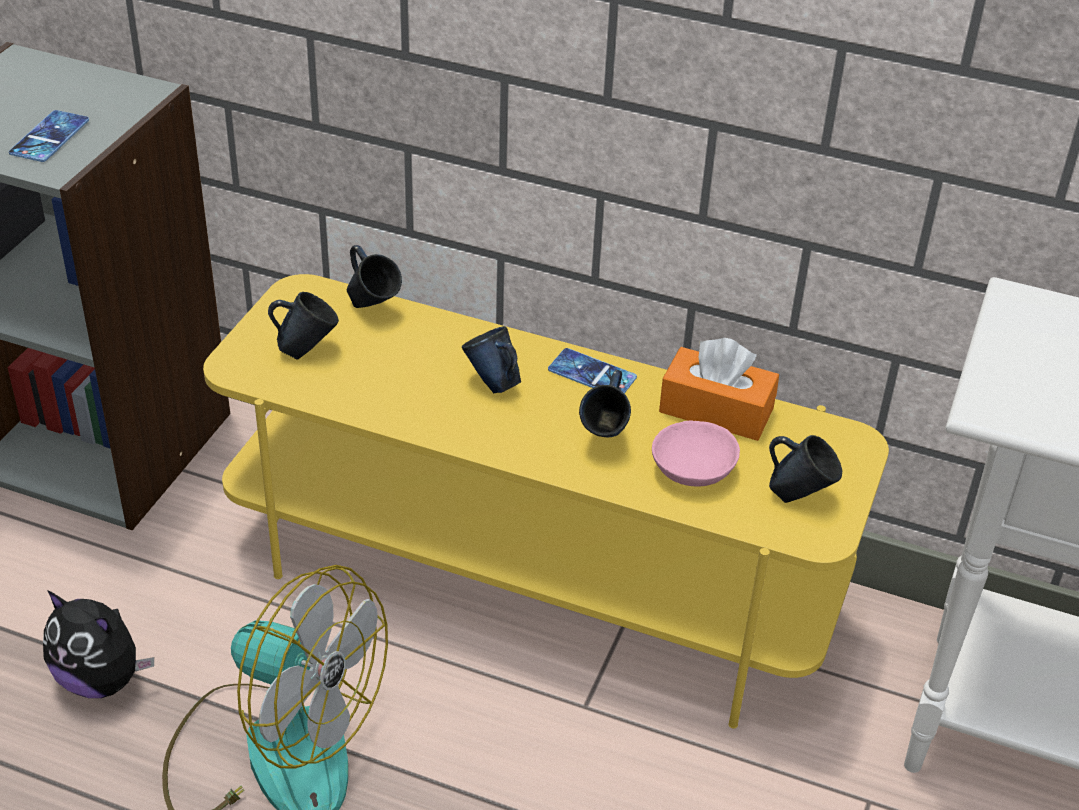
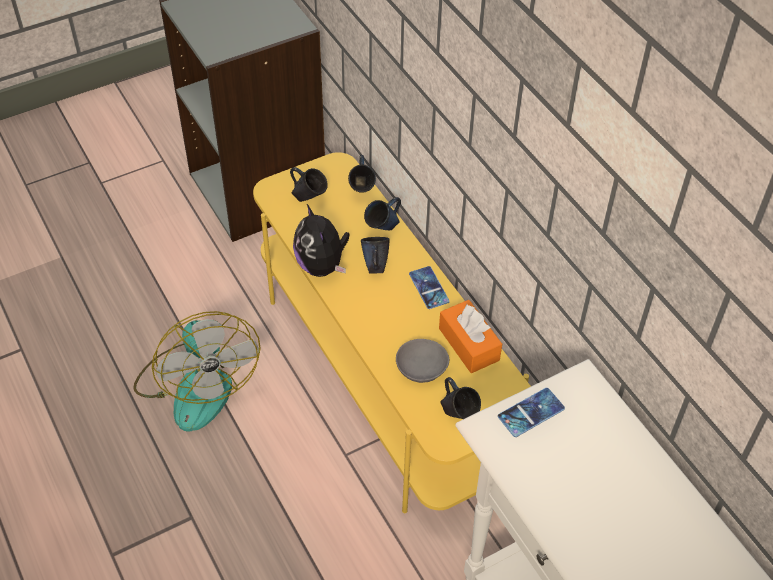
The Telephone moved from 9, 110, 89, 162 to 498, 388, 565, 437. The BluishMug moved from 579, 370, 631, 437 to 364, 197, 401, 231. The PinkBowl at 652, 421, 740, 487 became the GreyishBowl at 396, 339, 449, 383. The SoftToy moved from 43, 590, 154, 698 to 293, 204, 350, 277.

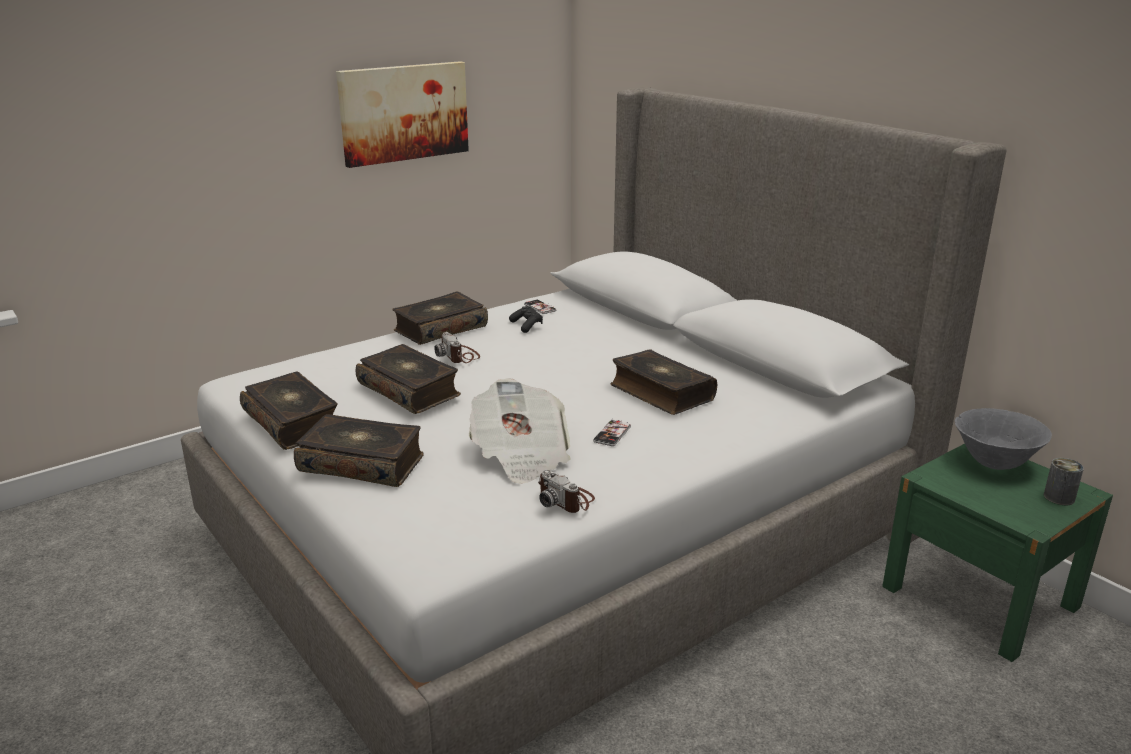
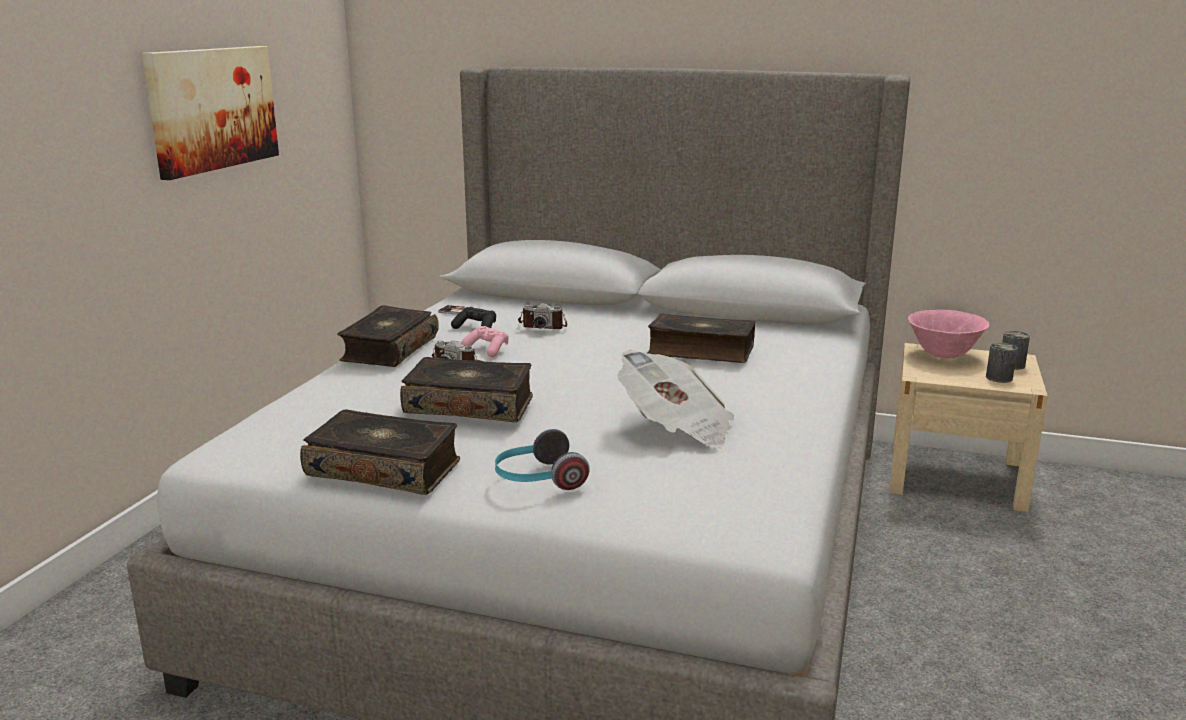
The GreyishBowl at 955, 408, 1052, 470 became the PinkBowl at 908, 310, 989, 358. The Volume at 294, 414, 424, 487 was replaced by the Headphones at 495, 429, 590, 490. The Telephone at 593, 419, 631, 446 disappeared. The GreenishNightTable at 882, 444, 1113, 662 became the SandColouredNightTable at 889, 343, 1048, 512. The PhotoCamera moved from 538, 470, 595, 513 to 518, 303, 567, 329. The PinkJoypad at 461, 326, 509, 357 appeared. The Can at 986, 342, 1017, 383 appeared.

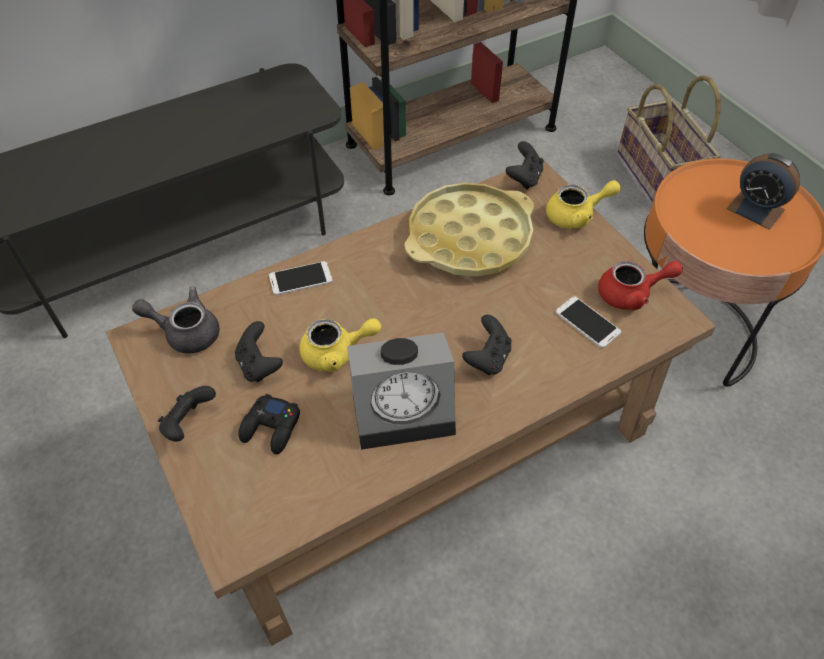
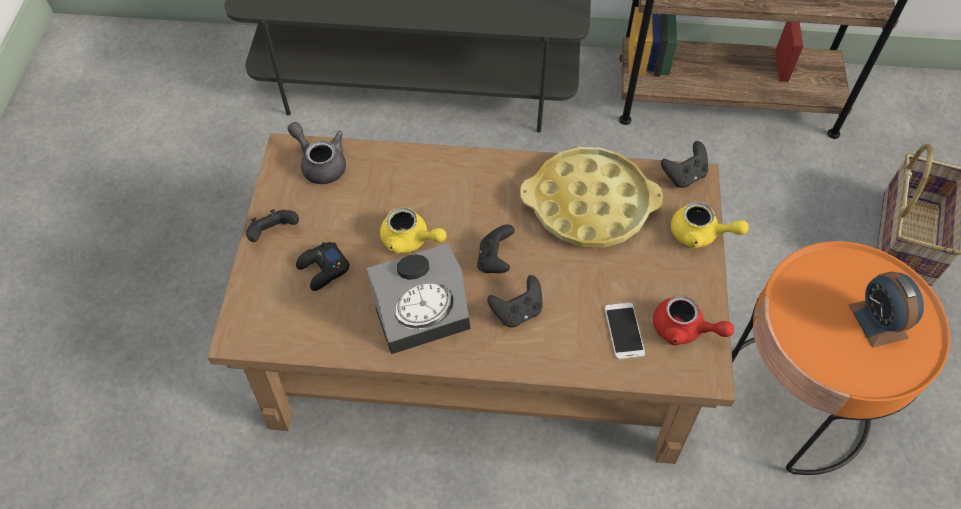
The Telephone at 269, 261, 333, 295 disappeared. The BlackColouredJoypad moved from 235, 321, 283, 382 to 477, 225, 515, 273. The BedsideClock at 347, 333, 456, 450 turned 45 degrees counterclockwise.

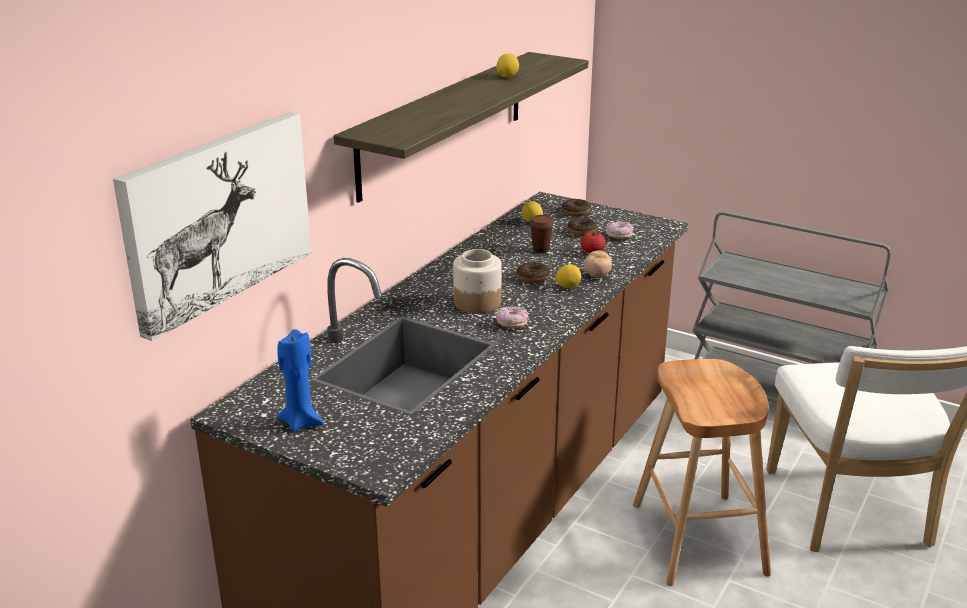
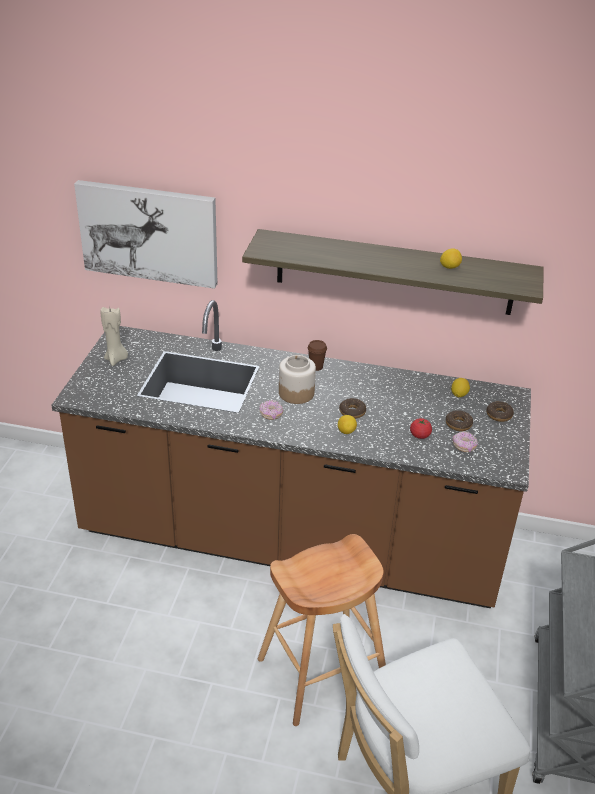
The BrownishSmallCup moved from 529, 215, 554, 253 to 308, 340, 327, 371. The Tomato at 584, 251, 612, 277 disappeared. The BluishWaxCandle at 277, 329, 324, 432 became the SandColouredWaxCandle at 100, 307, 128, 366.

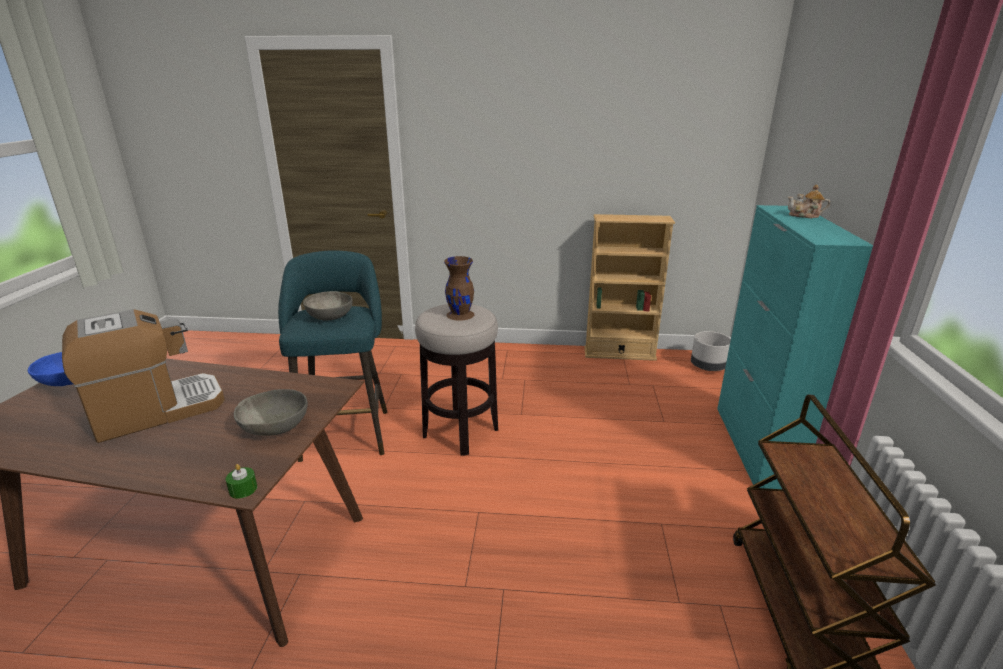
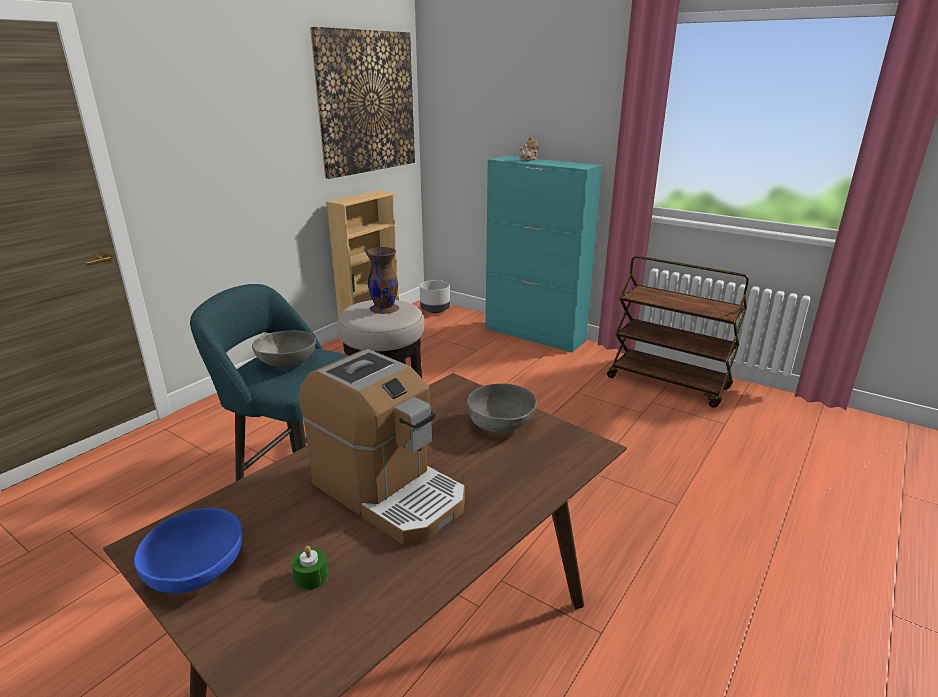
The CoffeeBrewer at 62, 309, 225, 443 turned 135 degrees clockwise. The GreenishWaxCandle moved from 226, 464, 257, 499 to 292, 546, 329, 590. The Picture at 310, 27, 415, 179 appeared.

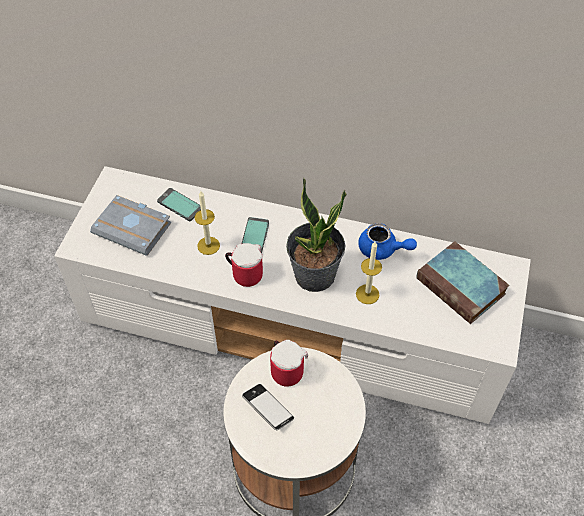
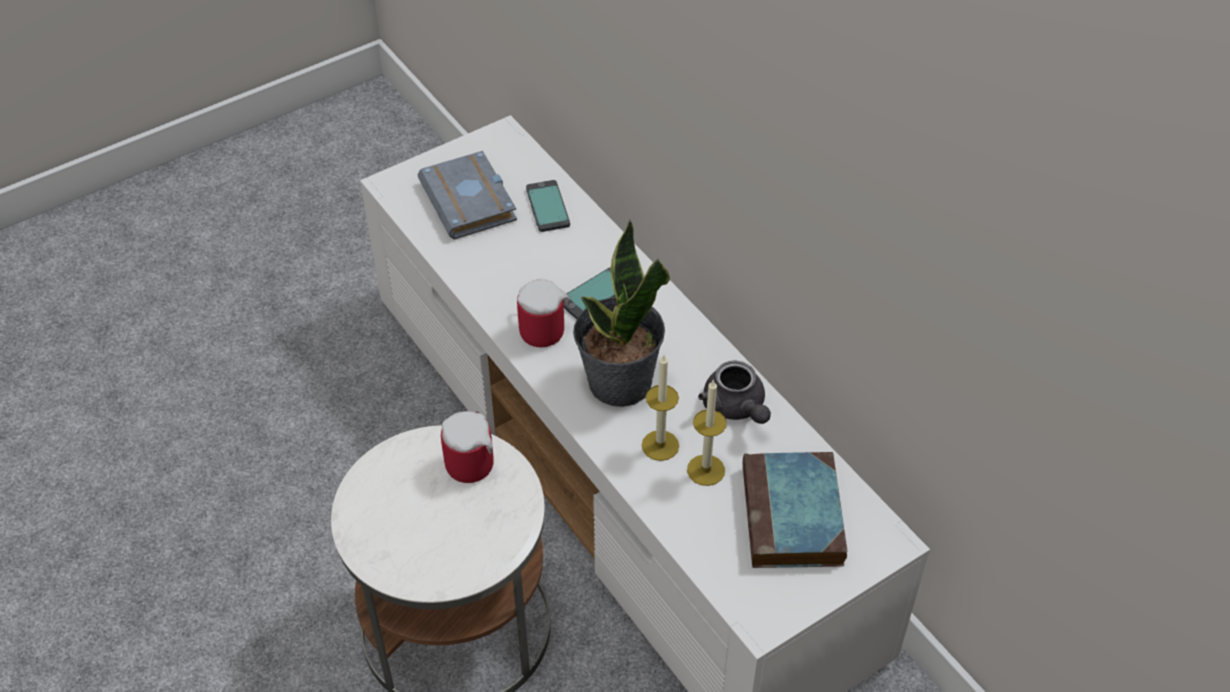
The WaxCandle moved from 195, 191, 220, 255 to 687, 380, 727, 486. The BluishTeaPot at 358, 223, 417, 260 became the GreyishTeaPot at 698, 361, 771, 424. The Telephone at 242, 384, 294, 430 disappeared.

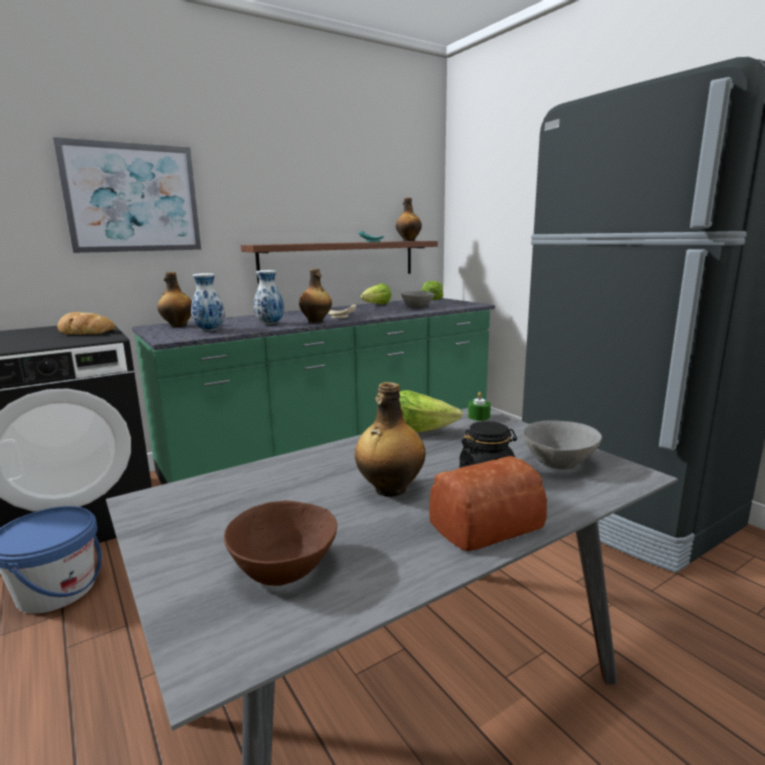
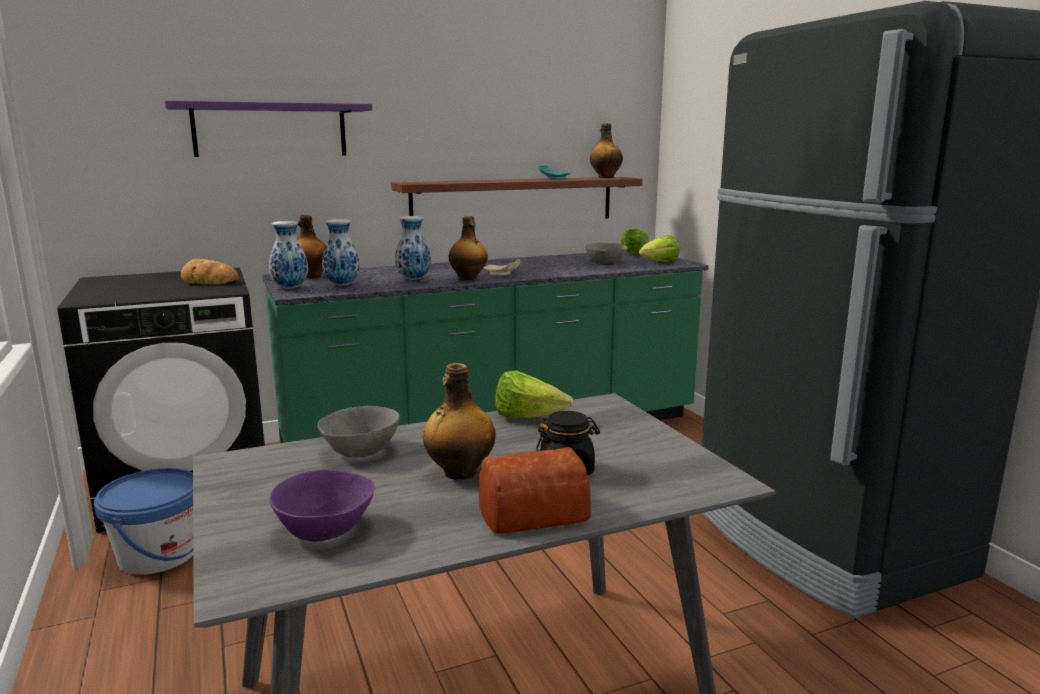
The Picture at 53, 137, 201, 253 was replaced by the PurpleBracketShelf at 165, 101, 373, 157. The LettuceHead moved from 360, 283, 391, 304 to 639, 235, 680, 262. The GreenishWaxCandle at 468, 392, 491, 421 disappeared. The GreyishBowl moved from 522, 420, 602, 470 to 318, 406, 400, 457. The BrownishBowl at 224, 501, 337, 586 became the PurpleBowl at 269, 469, 374, 542. The Vase at 269, 221, 308, 289 appeared.

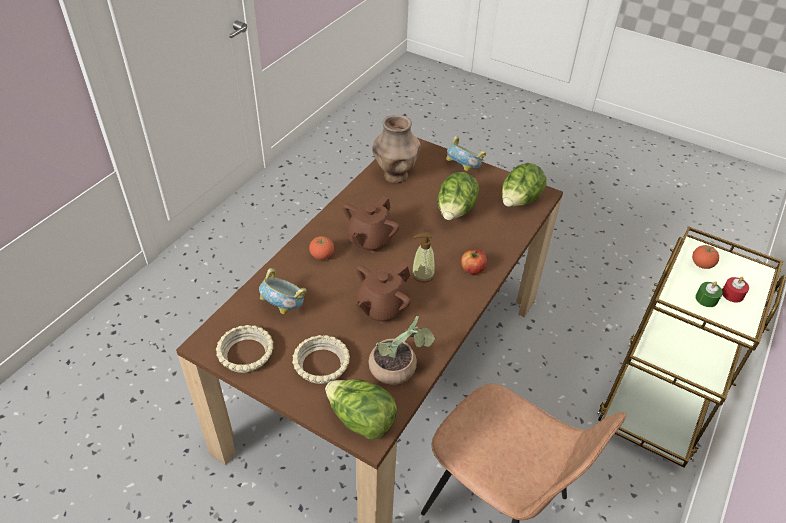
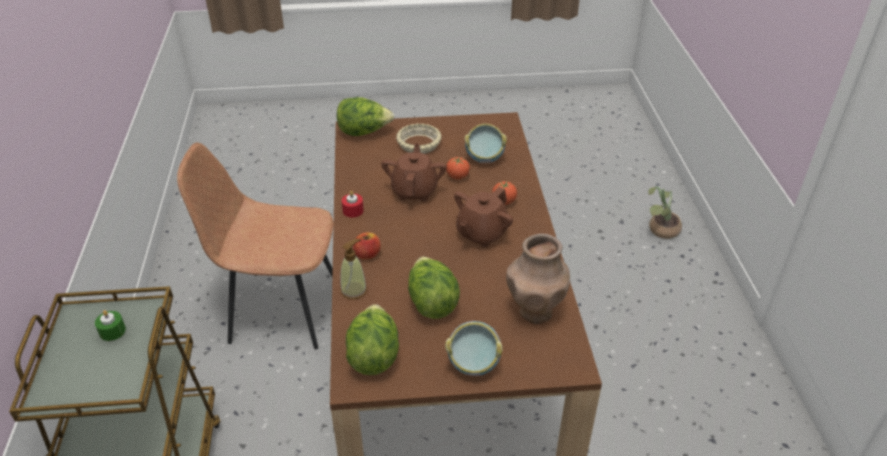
The BrownishTeaPot at 343, 196, 400, 253 turned 135 degrees counterclockwise. The SoapDispenser moved from 412, 232, 435, 282 to 340, 238, 367, 299. The Tomato moved from 692, 245, 719, 269 to 446, 156, 470, 179. The RedColouredWaxCandle moved from 722, 277, 749, 302 to 342, 191, 364, 217. The Houseplant moved from 369, 316, 436, 385 to 648, 186, 682, 239. The SandColouredBowl at 216, 325, 274, 373 disappeared.

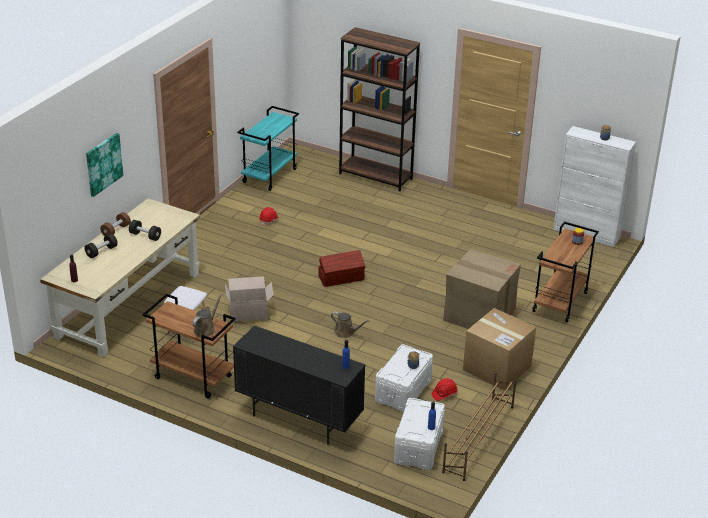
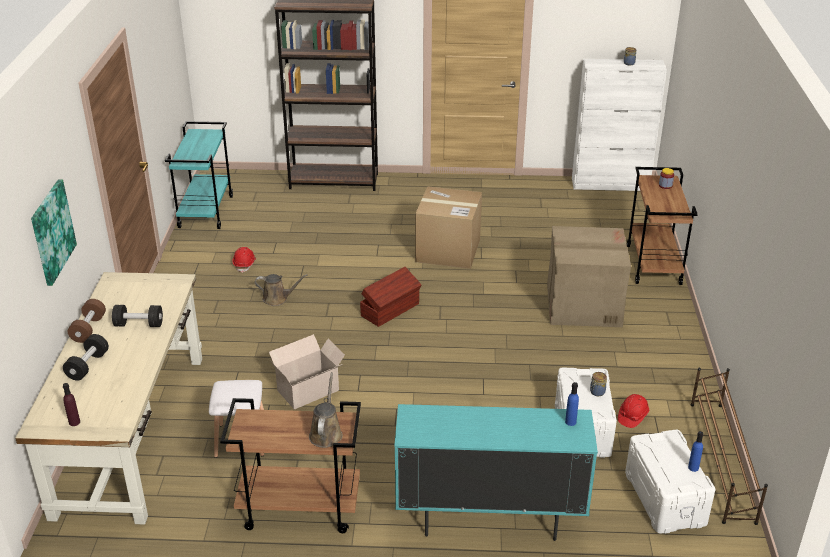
The Carton moved from 463, 308, 536, 391 to 415, 186, 482, 269. The BrownishWateringPot moved from 331, 312, 369, 338 to 255, 274, 308, 306. The BlackColouredCupboard at 233, 325, 365, 445 became the TurquoiseColouredCupboard at 394, 404, 598, 541.

